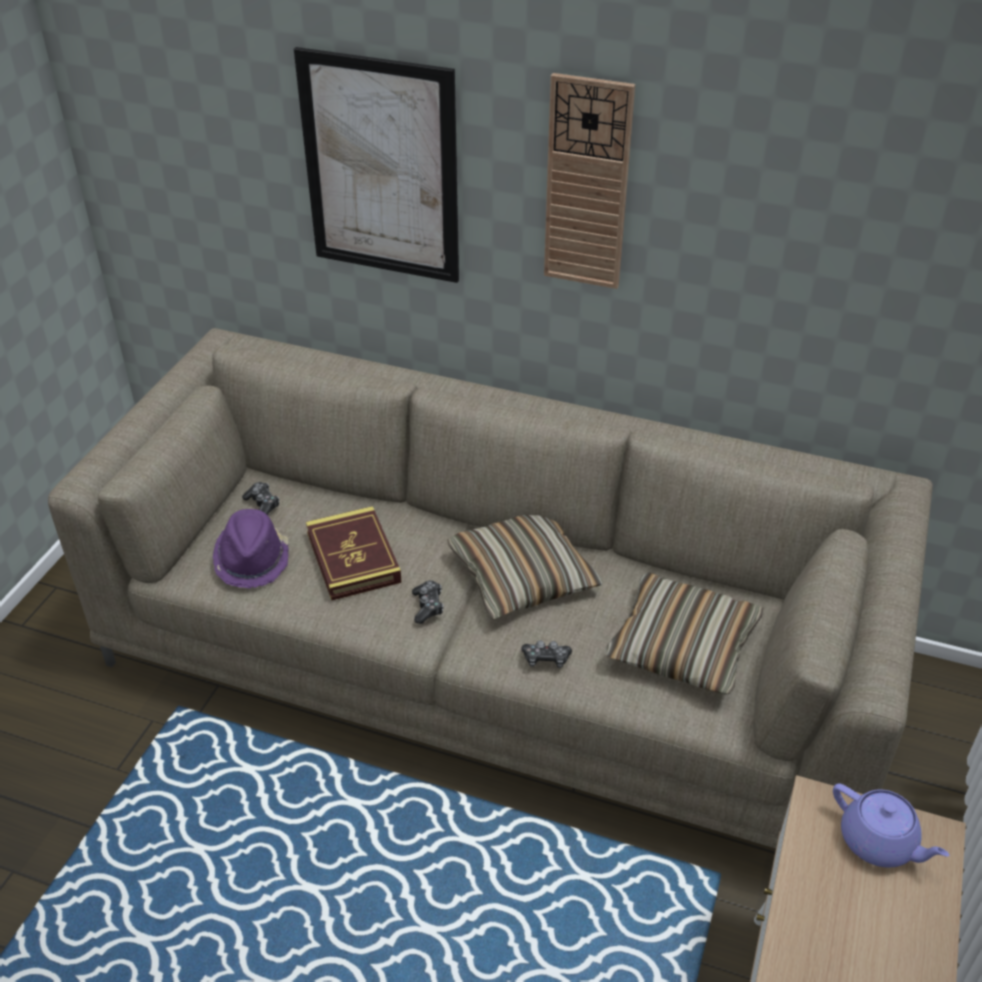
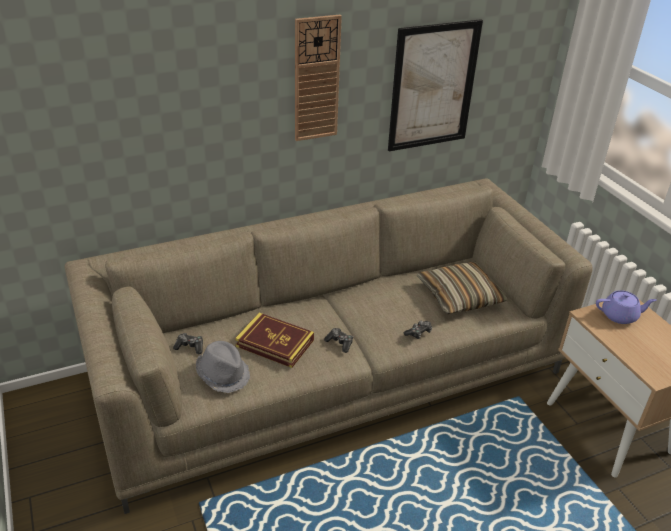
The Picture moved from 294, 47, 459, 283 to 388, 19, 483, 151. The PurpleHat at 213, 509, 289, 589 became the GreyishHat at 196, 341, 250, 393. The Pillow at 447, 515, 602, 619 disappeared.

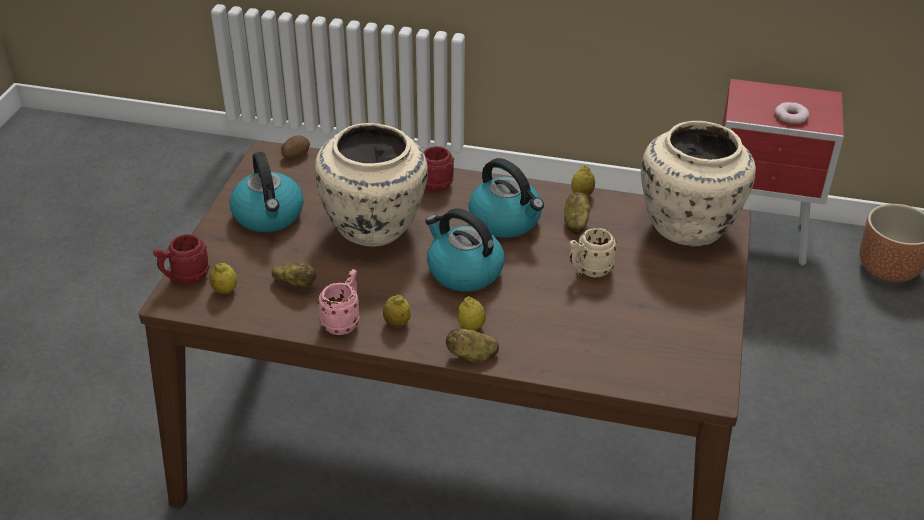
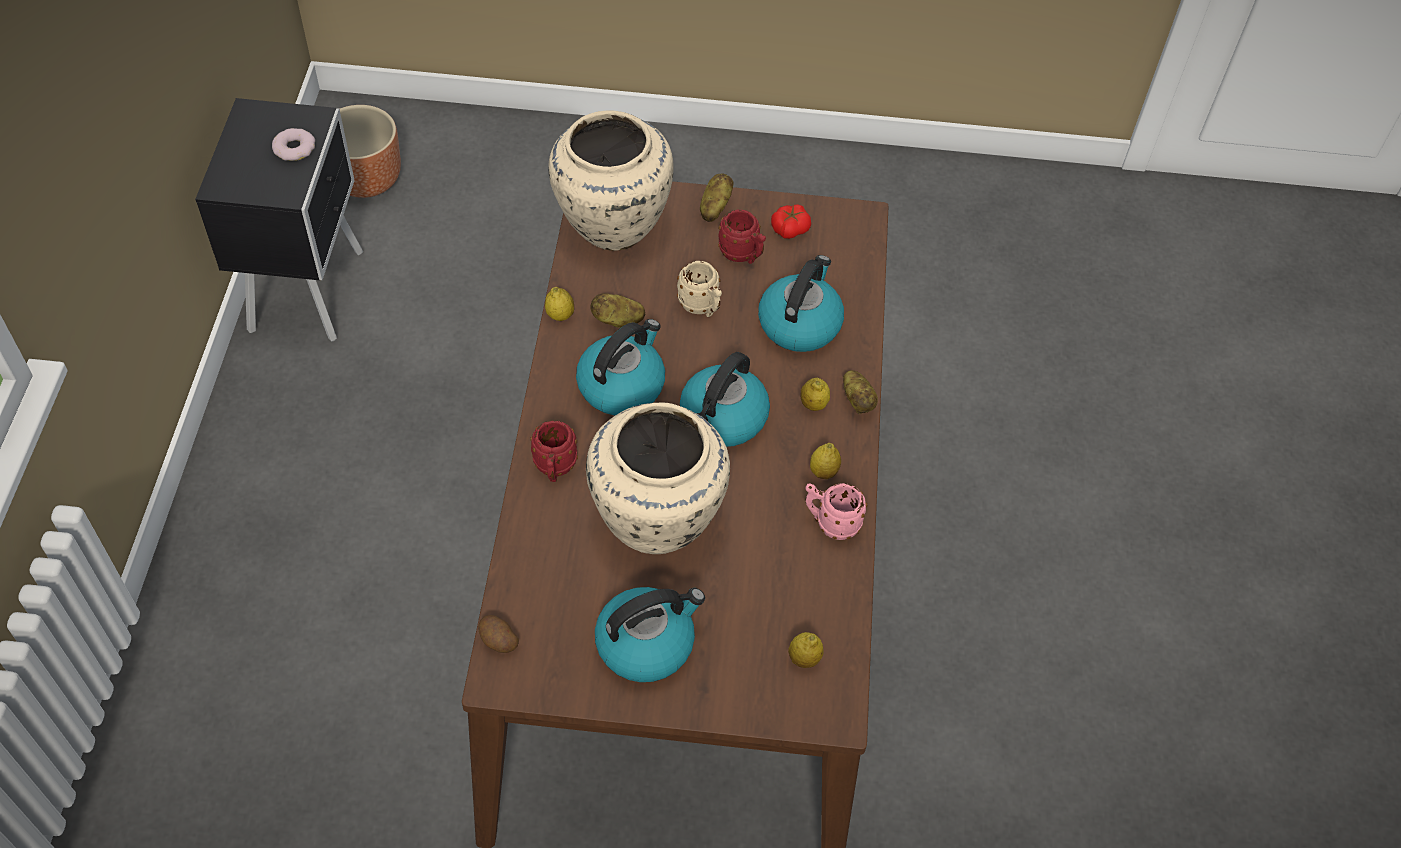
The RedColouredNightTable at 722, 79, 844, 266 became the BlackColouredNightTable at 195, 98, 363, 341. The RedColouredMug moved from 153, 234, 210, 284 to 718, 210, 766, 264. The WholePotato moved from 272, 263, 316, 288 to 700, 173, 734, 222. The Tomato at 771, 204, 811, 239 appeared. The Kettle at 758, 255, 844, 352 appeared.

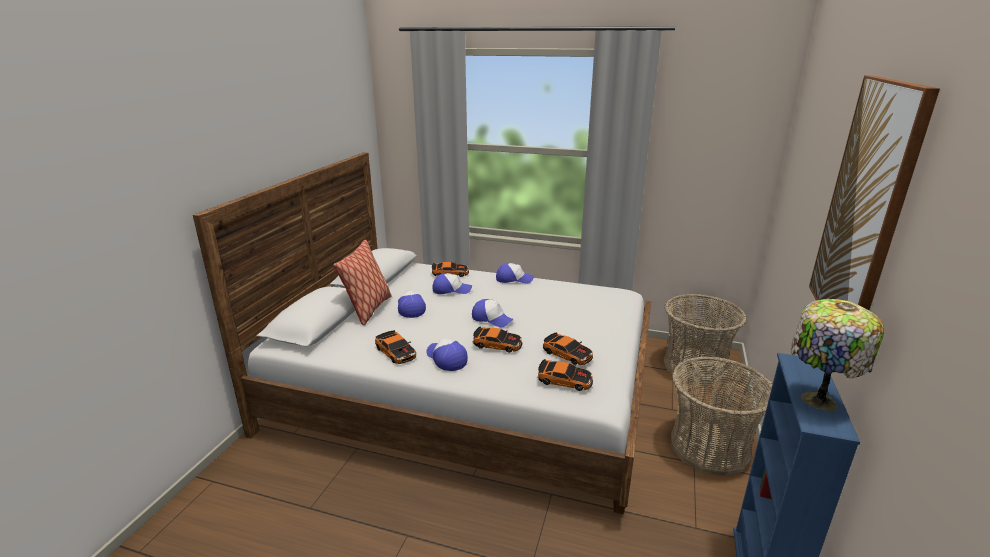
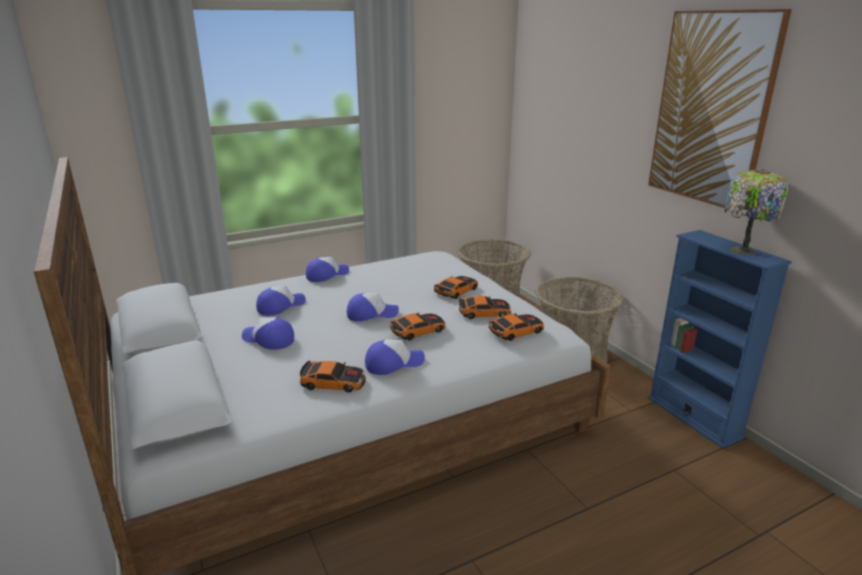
The Pillow at 333, 240, 391, 325 disappeared. The MiniatureCar moved from 432, 262, 469, 277 to 434, 276, 478, 299. The PeakedCap at 426, 338, 468, 371 turned 150 degrees clockwise.

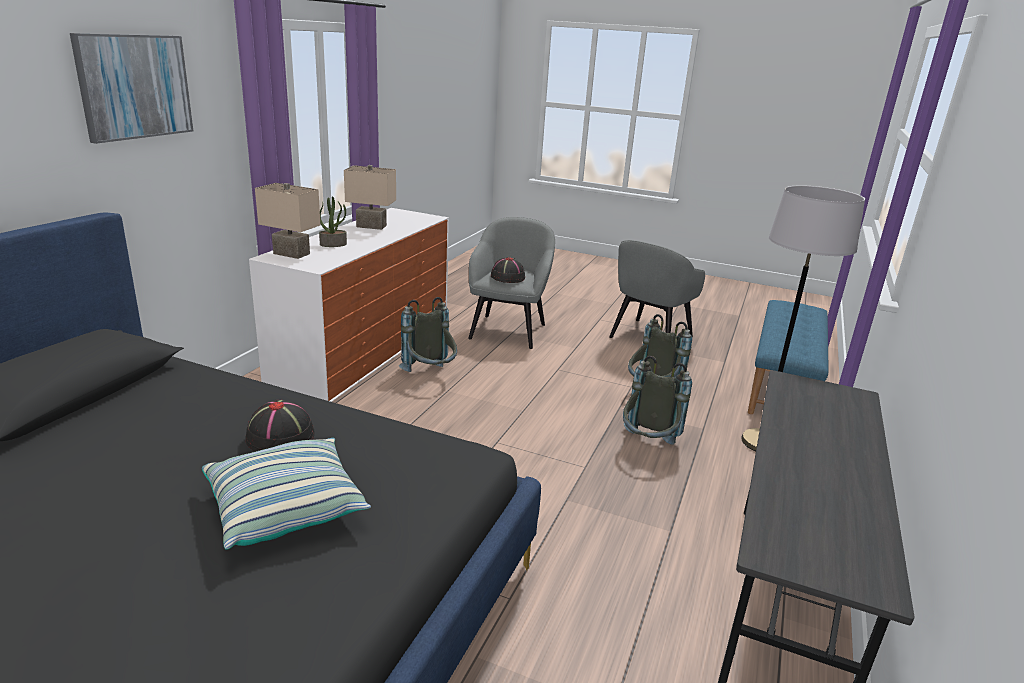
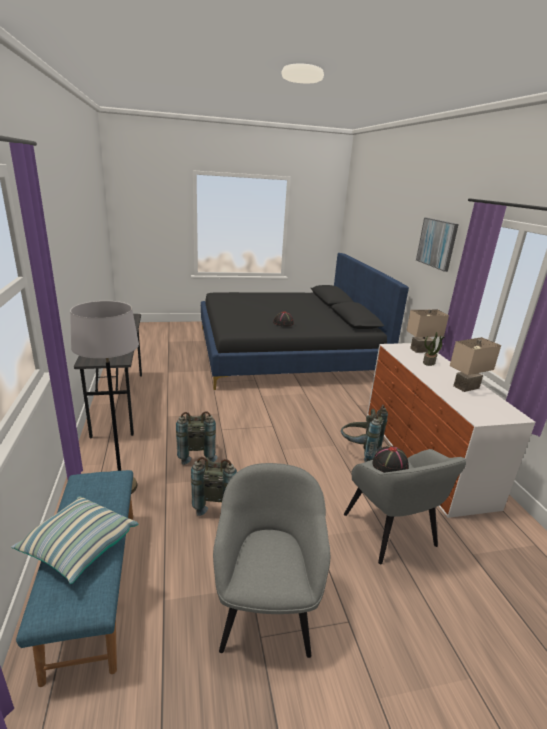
The Pillow moved from 202, 438, 371, 550 to 11, 497, 138, 584.

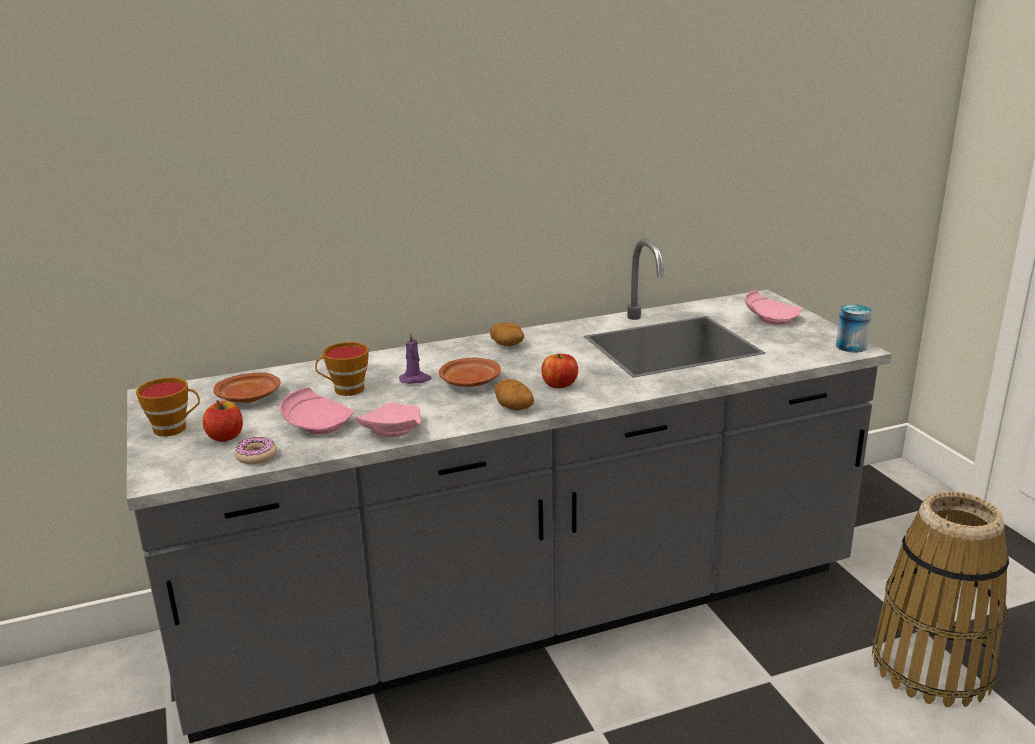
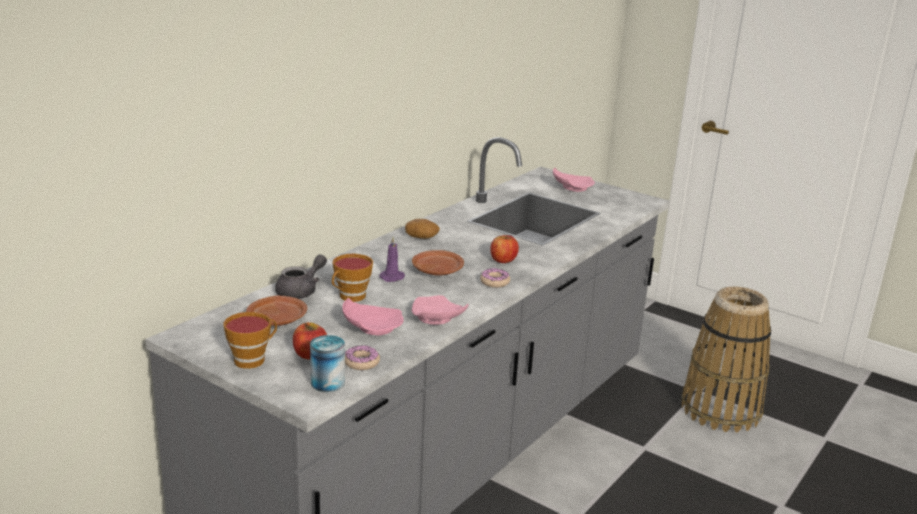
The Can moved from 836, 304, 872, 353 to 310, 335, 345, 392. The WholePotato at 495, 379, 534, 410 was replaced by the RingDoughnut at 480, 268, 510, 288. The GreyishTeaPot at 275, 254, 327, 299 appeared.

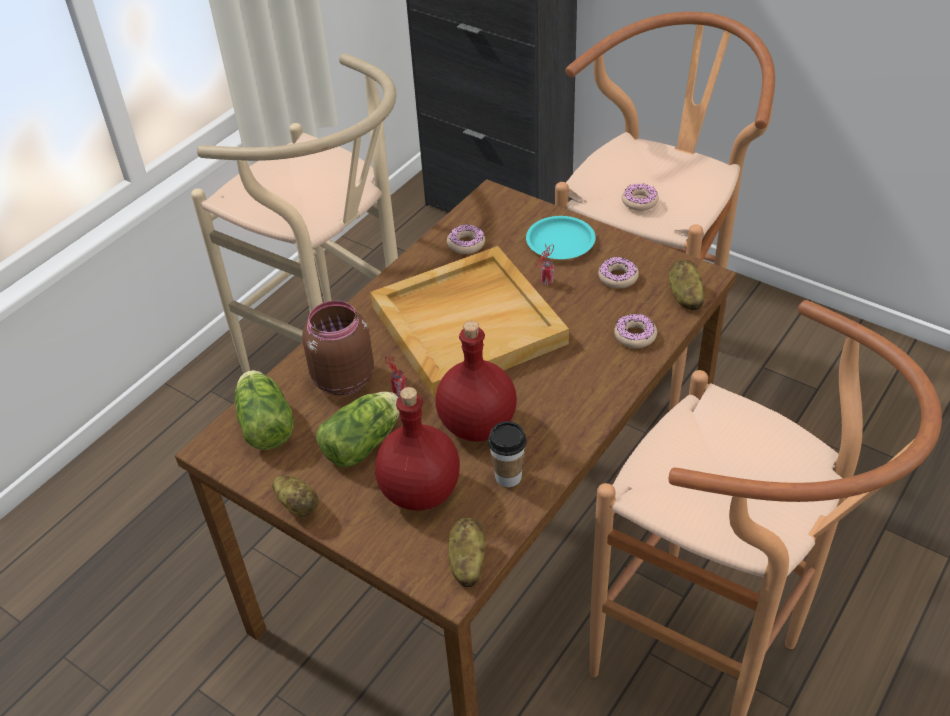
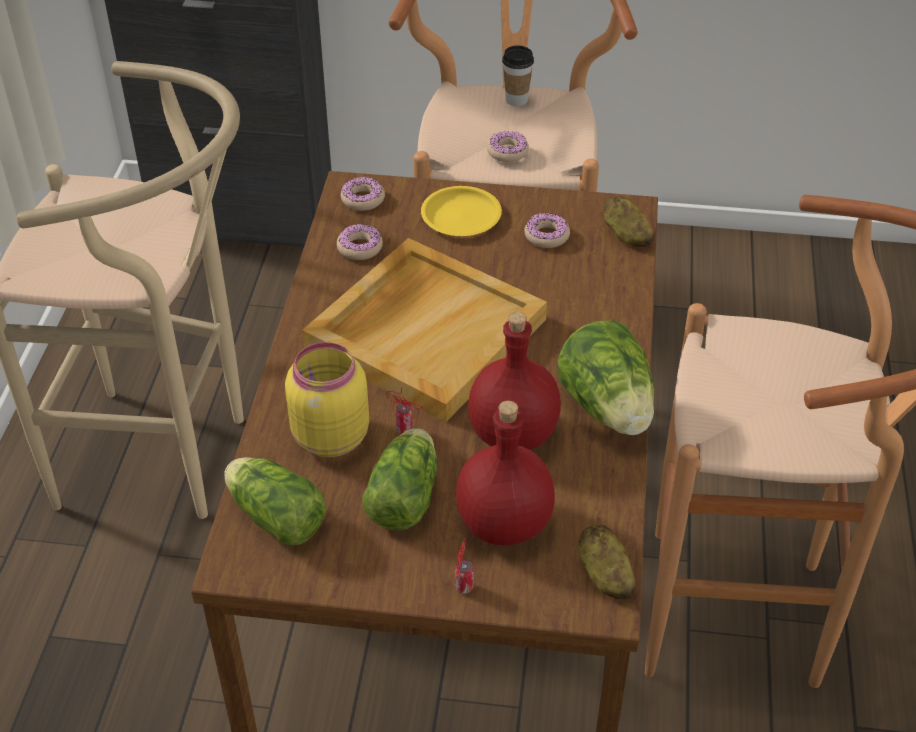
The TurquoiseColouredDinnerPlate at 526, 216, 596, 259 became the YellowishDinnerPlate at 421, 186, 502, 236. The Can moved from 536, 244, 554, 285 to 455, 538, 474, 594. The BrownishPreserveJar at 302, 301, 374, 396 became the YellowishPreserveJar at 285, 342, 369, 457. The RingDoughnut moved from 614, 314, 657, 348 to 341, 177, 385, 211. The SmallCup moved from 488, 421, 527, 487 to 502, 46, 534, 106. The WholePotato at 272, 475, 318, 519 disappeared. The LettuceHead at 557, 321, 654, 435 appeared.

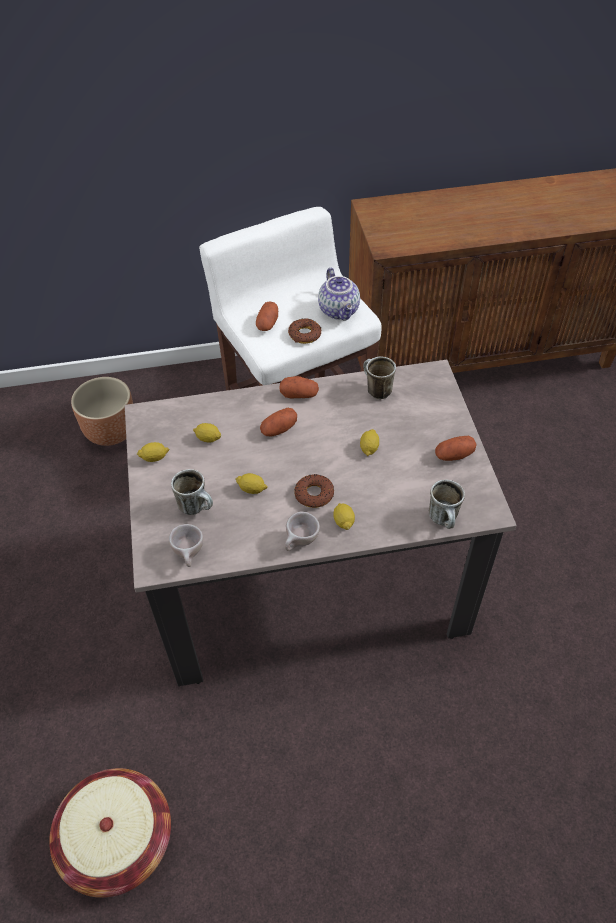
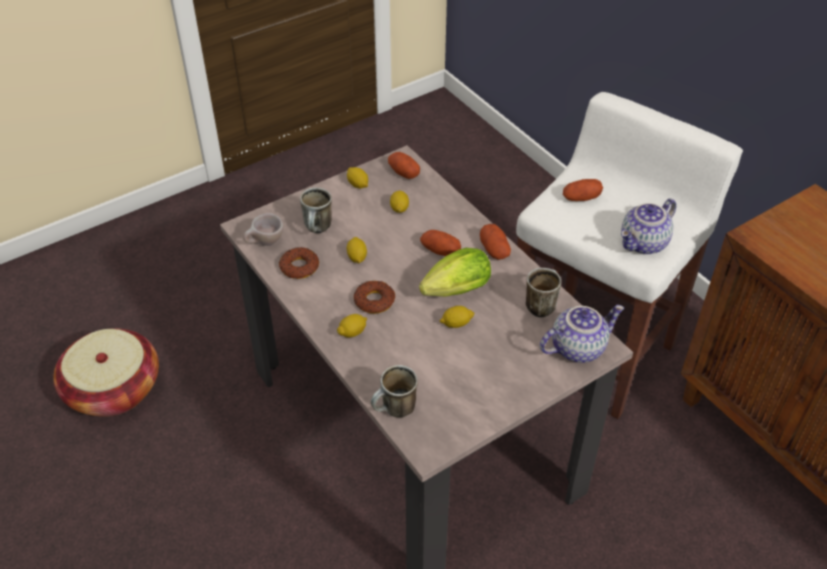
The RingDoughnut moved from 288, 318, 321, 344 to 279, 247, 319, 279. The BrownishPlantPot at 71, 377, 133, 446 disappeared. The WholePotato moved from 435, 436, 477, 461 to 388, 152, 420, 179. The SandColouredSmallCup at 284, 511, 320, 551 disappeared. The LettuceHead at 419, 248, 491, 297 appeared. The TeaPot at 540, 305, 624, 362 appeared.

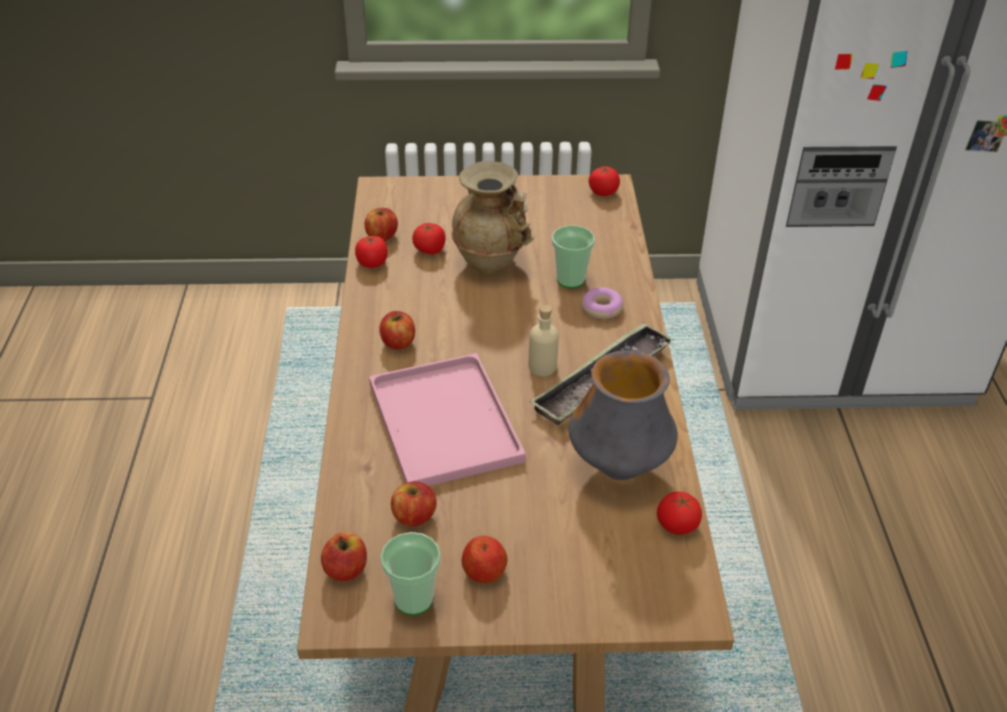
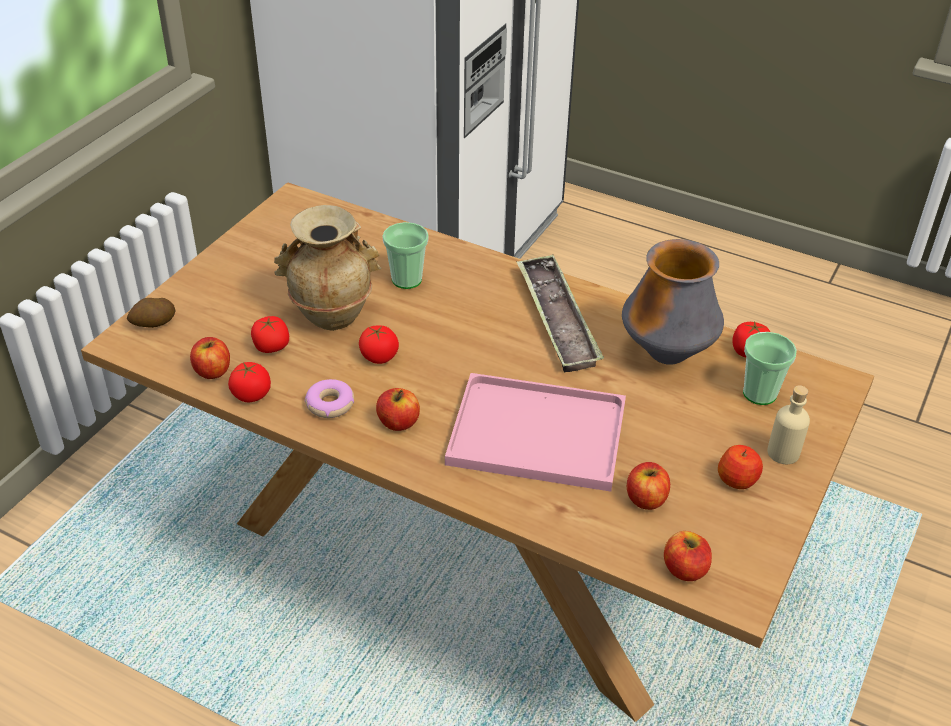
The Tomato moved from 589, 166, 620, 196 to 359, 325, 399, 364. The RingDoughnut moved from 582, 287, 624, 319 to 305, 379, 354, 418. The SandColouredDrinkBottle moved from 529, 305, 559, 376 to 767, 385, 810, 464. The SmallCup moved from 380, 532, 441, 615 to 743, 332, 797, 405. The WholePotato at 127, 298, 175, 328 appeared.

